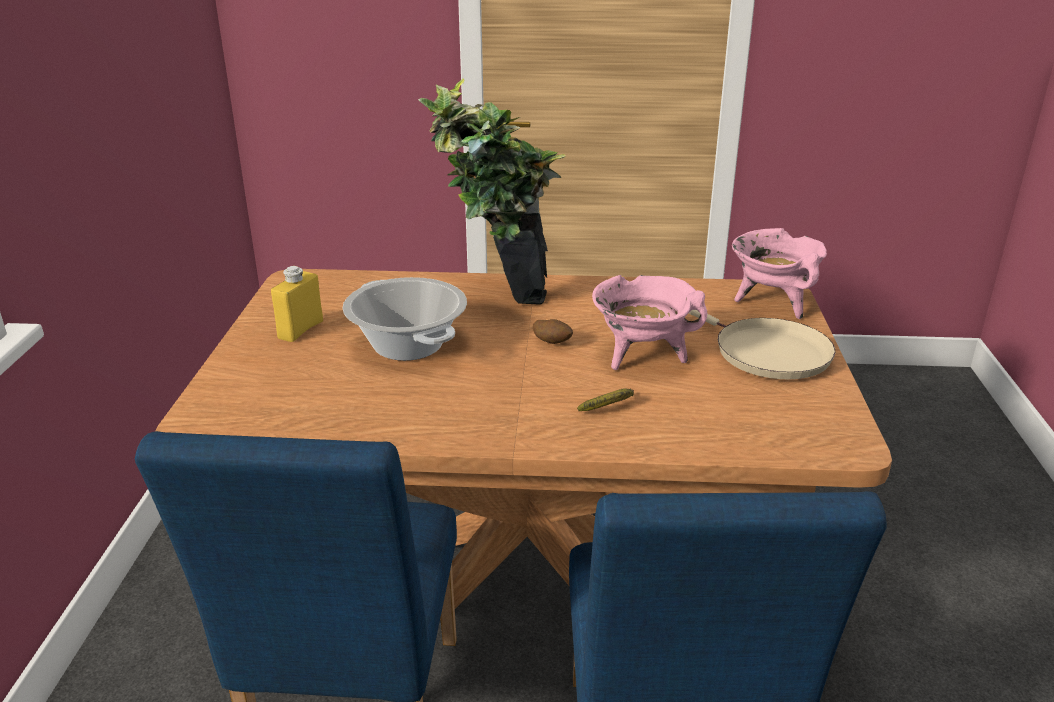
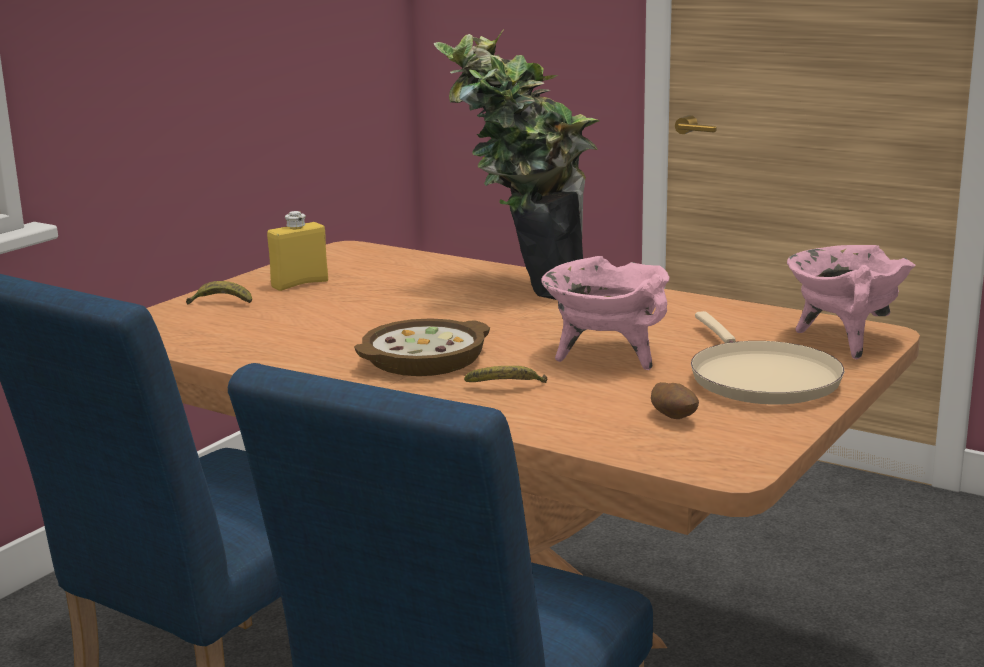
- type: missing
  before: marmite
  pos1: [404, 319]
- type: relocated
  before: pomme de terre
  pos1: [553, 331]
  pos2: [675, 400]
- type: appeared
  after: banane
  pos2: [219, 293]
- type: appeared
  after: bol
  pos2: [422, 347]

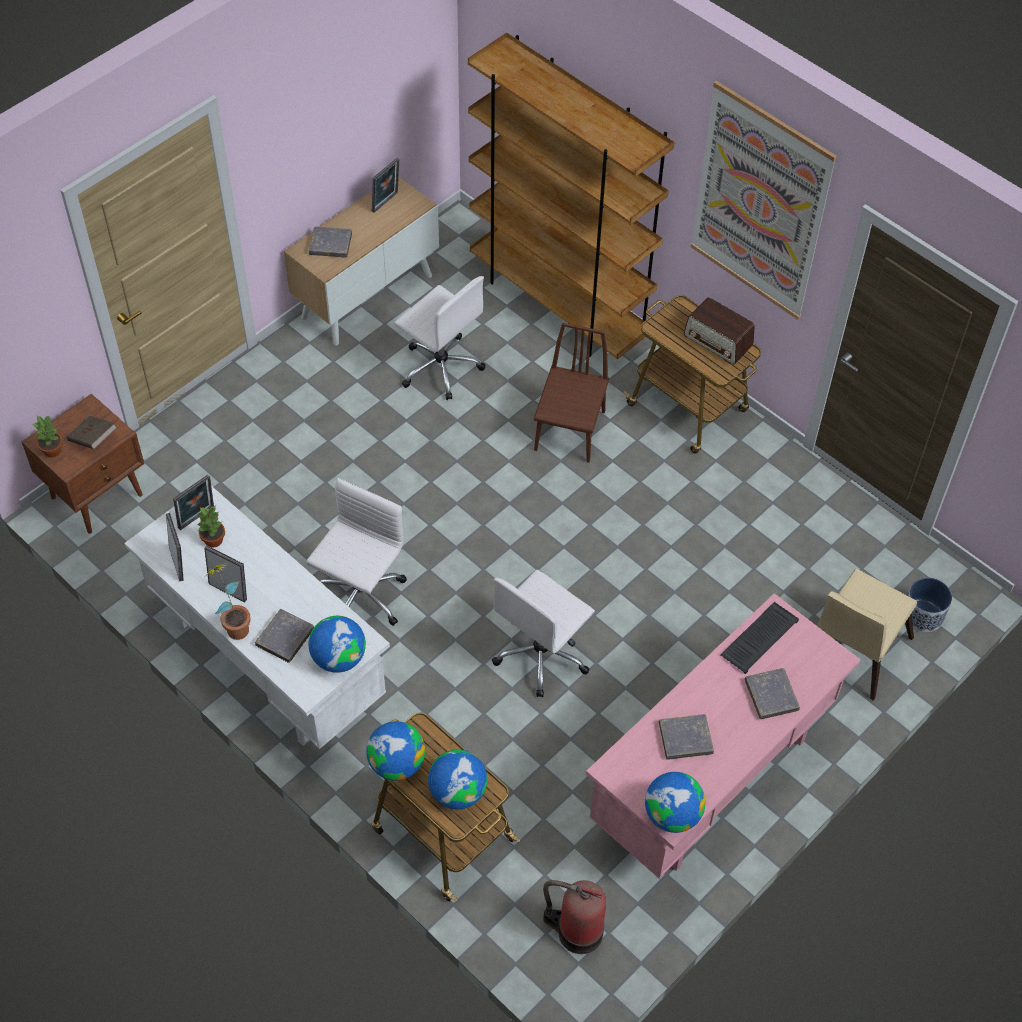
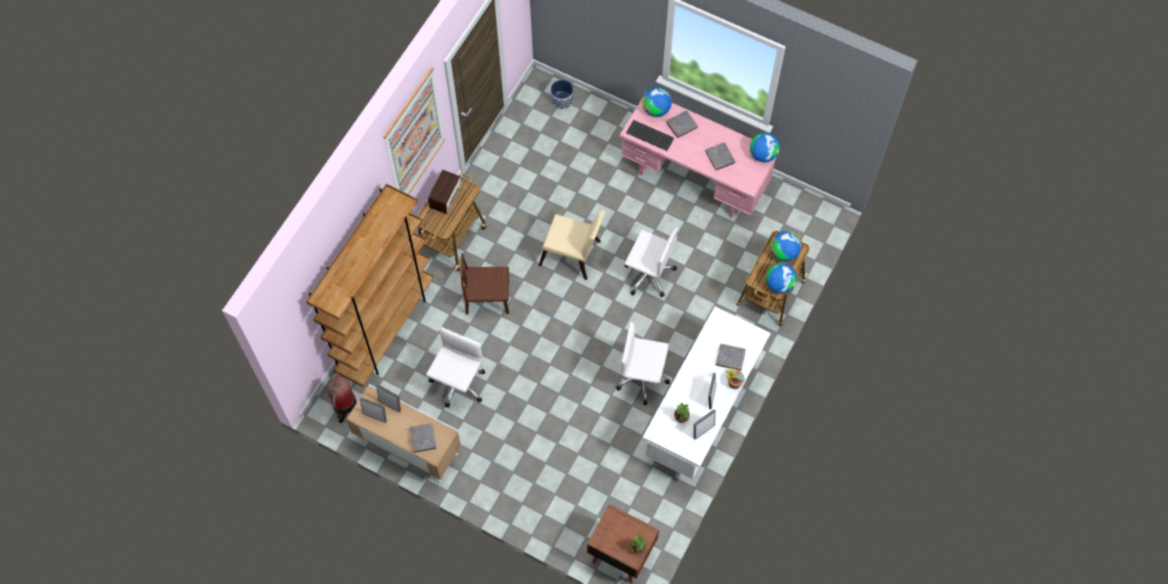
- type: missing
  before: livre/marron
  pos1: [91, 432]
- type: relocated
  before: cadre photo
  pos1: [193, 502]
  pos2: [388, 398]
- type: relocated
  before: globe
  pos1: [337, 644]
  pos2: [657, 102]
- type: relocated
  before: extincteur
  pos1: [574, 917]
  pos2: [341, 397]
- type: relocated
  before: chaise/beige
  pos1: [867, 635]
  pos2: [572, 245]

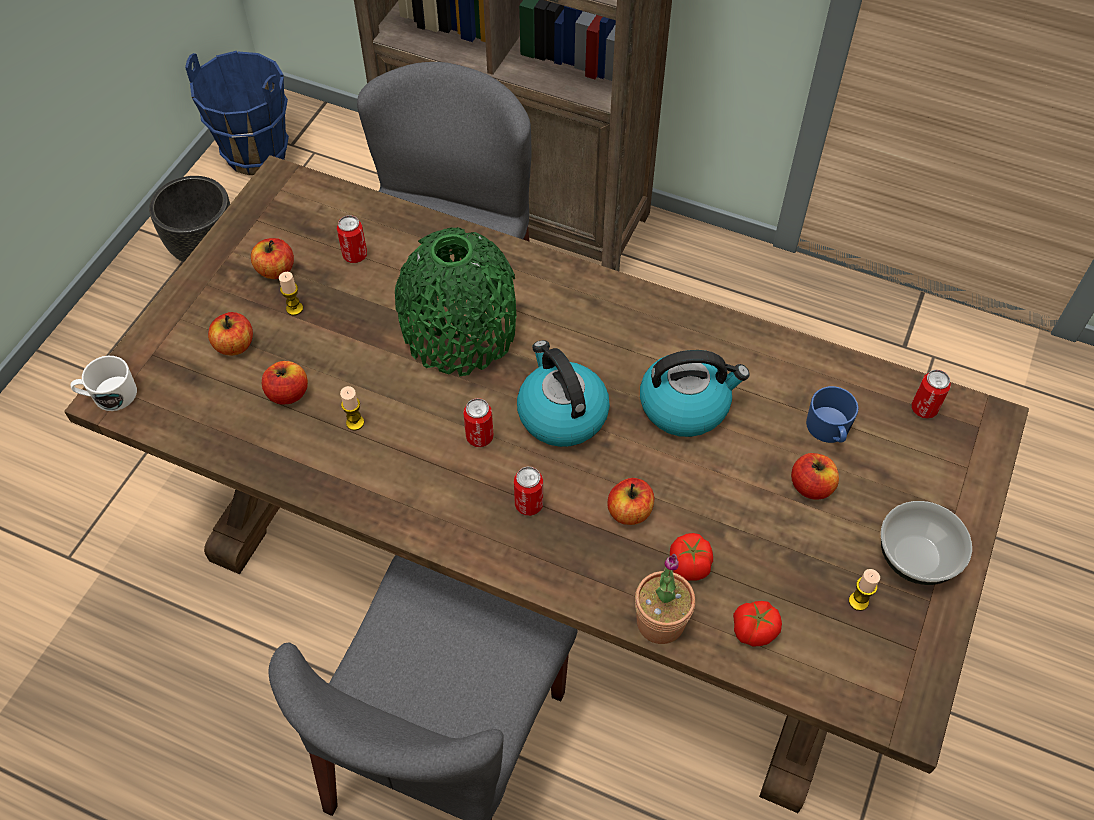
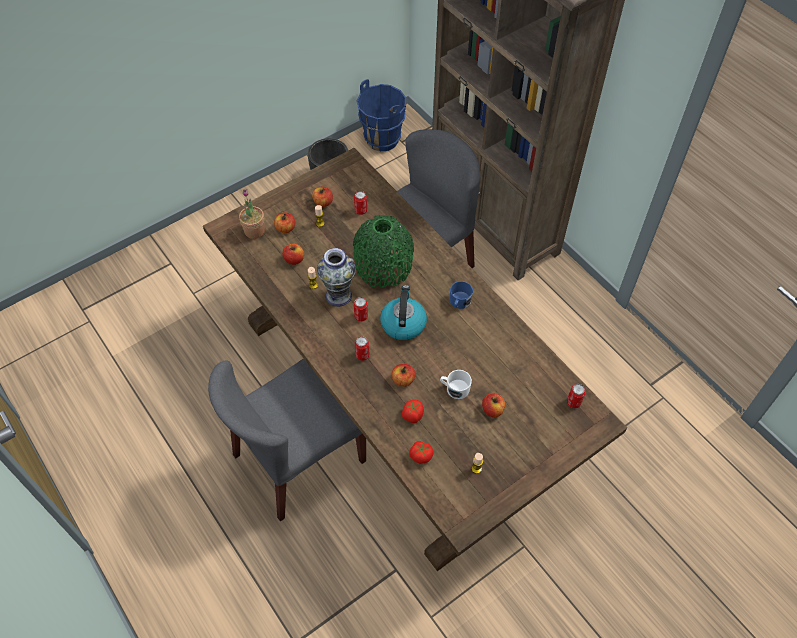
- type: relocated
  before: mug/blanc
  pos1: [103, 383]
  pos2: [456, 384]
- type: relocated
  before: plante en pot
  pos1: [665, 599]
  pos2: [252, 214]
- type: missing
  before: bouilloire
  pos1: [695, 393]
- type: relocated
  before: mug/bleu
  pos1: [832, 414]
  pos2: [461, 295]
- type: missing
  before: bol
  pos1: [926, 543]
- type: appeared
  after: vase
  pos2: [336, 277]

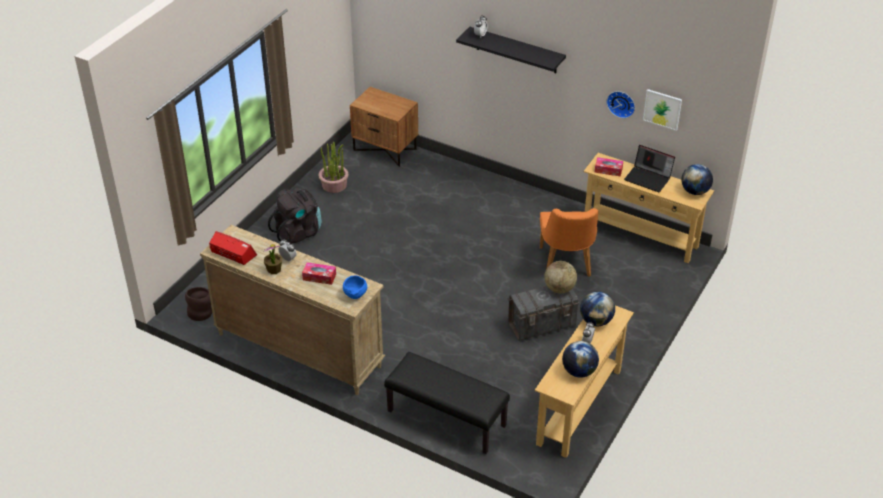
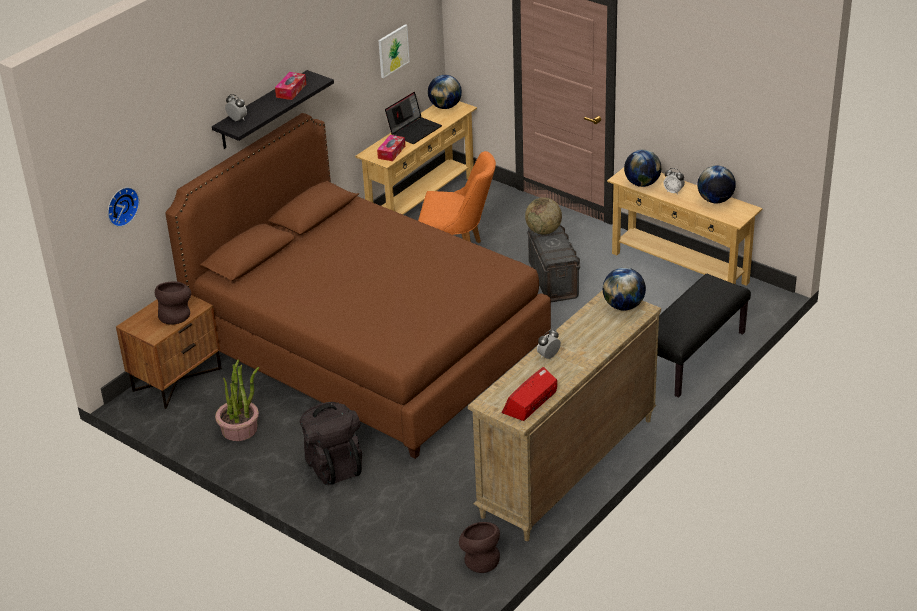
- type: missing
  before: plante en pot
  pos1: [273, 259]
- type: relocated
  before: boîte à mouchoirs
  pos1: [319, 273]
  pos2: [290, 86]
- type: exchanged
  before: bol/bleu
  after: globe
  pos1: [355, 287]
  pos2: [624, 288]
- type: relocated
  before: horloge murale
  pos1: [621, 104]
  pos2: [123, 207]
- type: appeared
  after: vase/marron
  pos2: [173, 303]
- type: appeared
  after: lit/marron
  pos2: [358, 286]

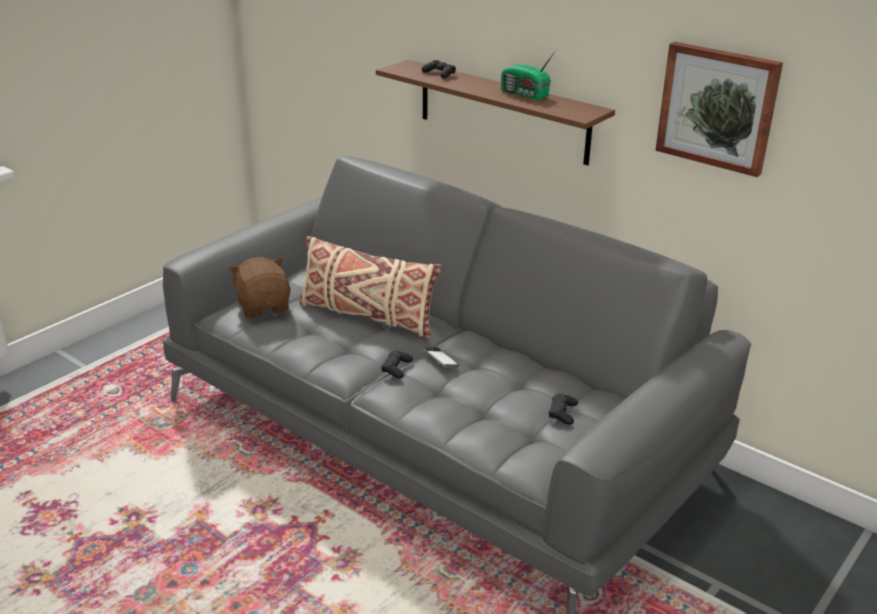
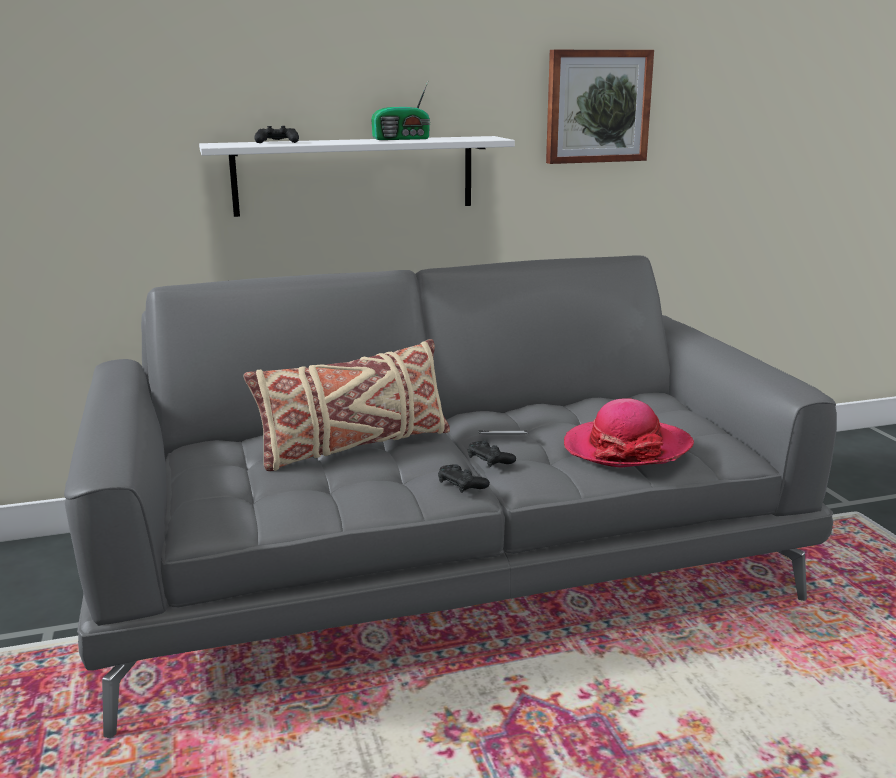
- type: missing
  before: peluche/marron
  pos1: [259, 287]
- type: colour
  before: étagère/marron
  after: étagère/blanc
  pos1: [495, 112]
  pos2: [357, 176]
- type: relocated
  before: manette/noir
  pos1: [563, 409]
  pos2: [464, 478]
- type: appeared
  after: chapeau
  pos2: [629, 433]

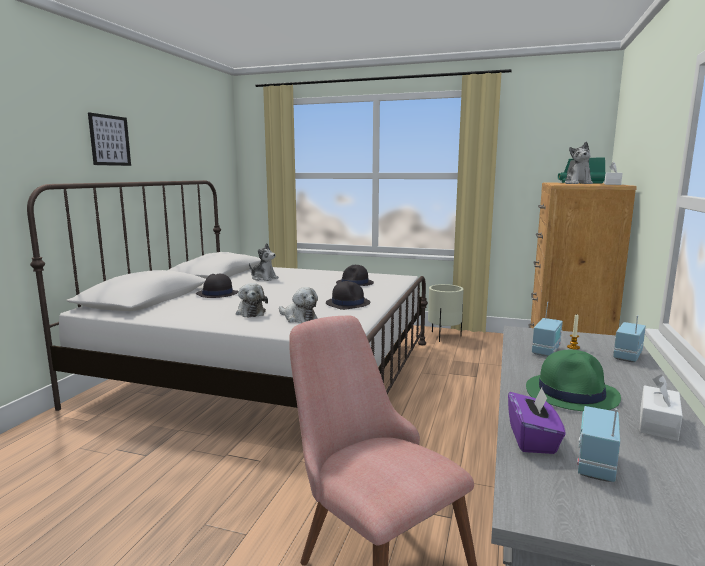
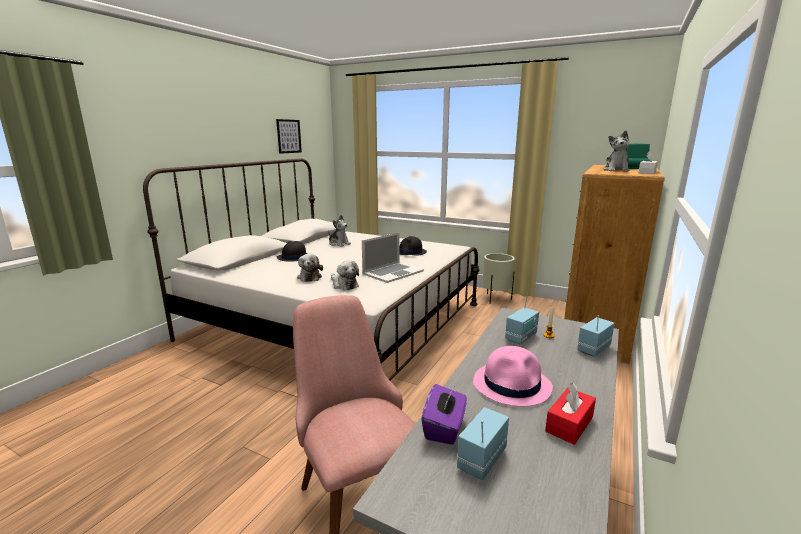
- type: relocated
  before: tableau
  pos1: [109, 139]
  pos2: [289, 136]
- type: exchanged
  before: chapeau/noir
  after: ordinateur portable
  pos1: [348, 295]
  pos2: [393, 257]
- type: colour
  before: chapeau/vert
  after: chapeau/rose
  pos1: [573, 380]
  pos2: [513, 376]
- type: colour
  before: boîte à mouchoirs/blanc
  after: boîte à mouchoirs/rouge
  pos1: [660, 407]
  pos2: [570, 414]

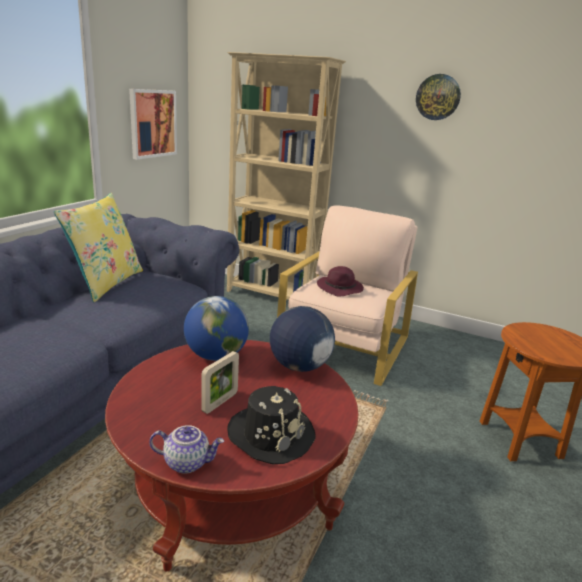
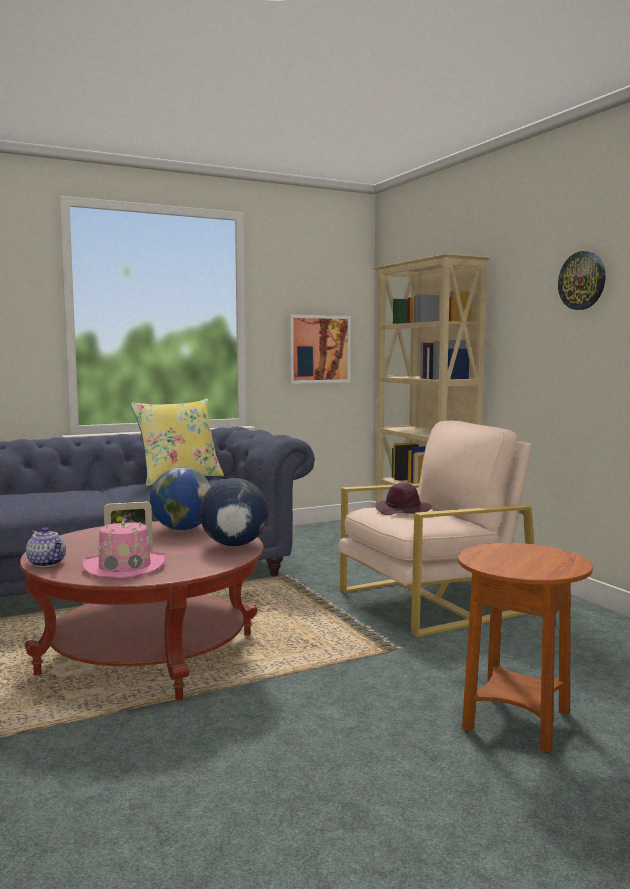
- type: colour
  before: chapeau/noir
  after: chapeau/rose
  pos1: [271, 425]
  pos2: [123, 549]

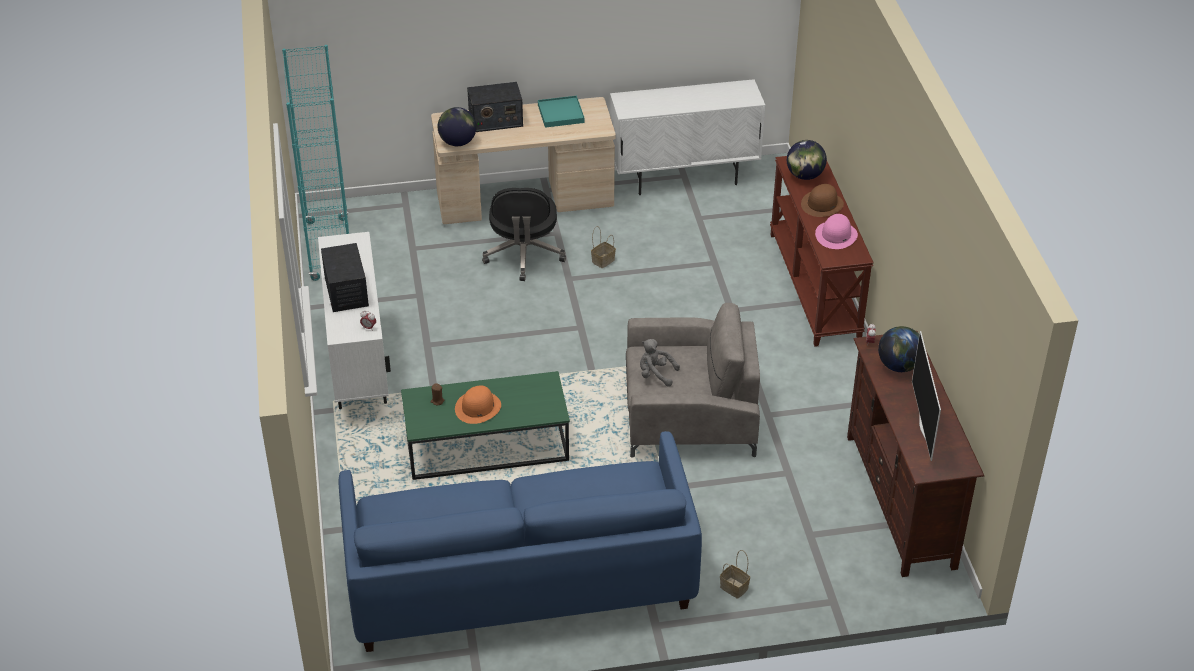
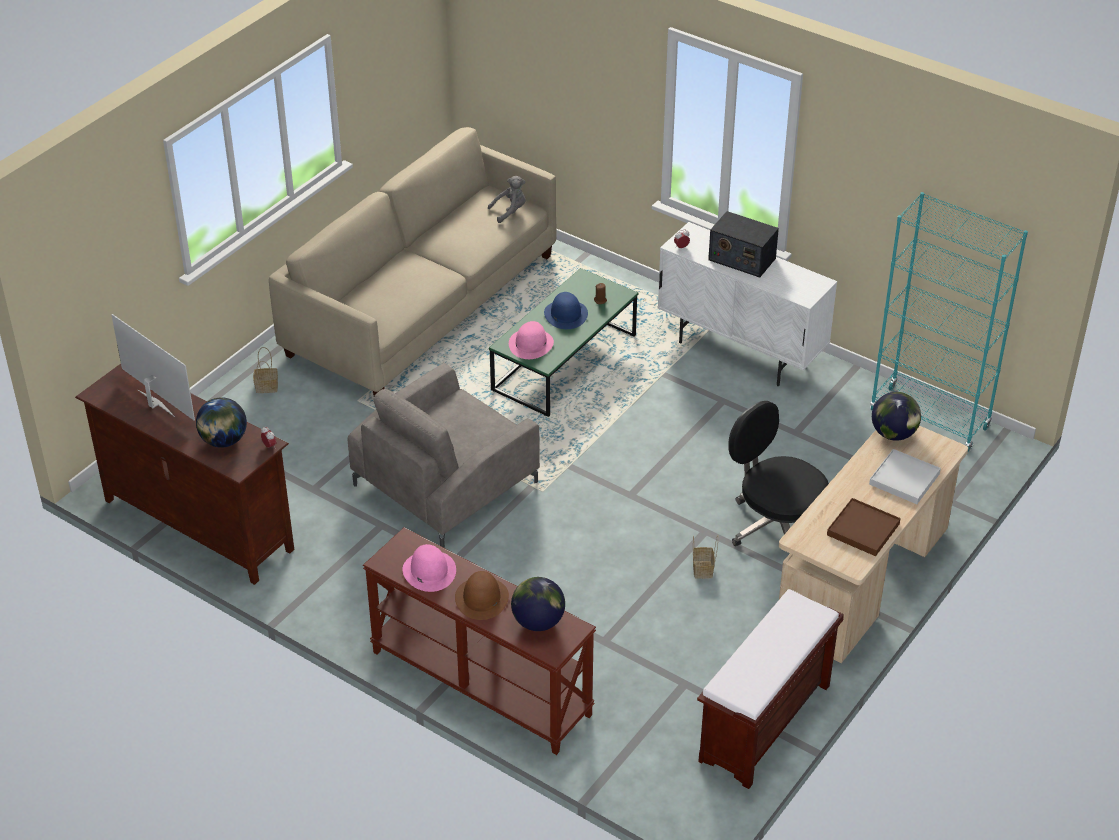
- type: colour
  before: canapé/bleu
  after: canapé/beige
  pos1: [520, 541]
  pos2: [413, 261]
- type: colour
  before: chapeau/orange
  after: chapeau/bleu
  pos1: [478, 404]
  pos2: [566, 310]
- type: exchanged
  before: radio
  after: plateau/blanc
  pos1: [495, 107]
  pos2: [905, 476]
- type: colour
  before: plateau/turquoise
  after: plateau/marron
  pos1: [561, 112]
  pos2: [864, 527]
- type: exchanged
  before: meuble de rangement/blanc
  after: banc/marron
  pos1: [687, 137]
  pos2: [770, 689]
- type: relocated
  before: peluche/gris
  pos1: [660, 363]
  pos2: [507, 199]
- type: appeared
  after: chapeau/rose
  pos2: [531, 340]

